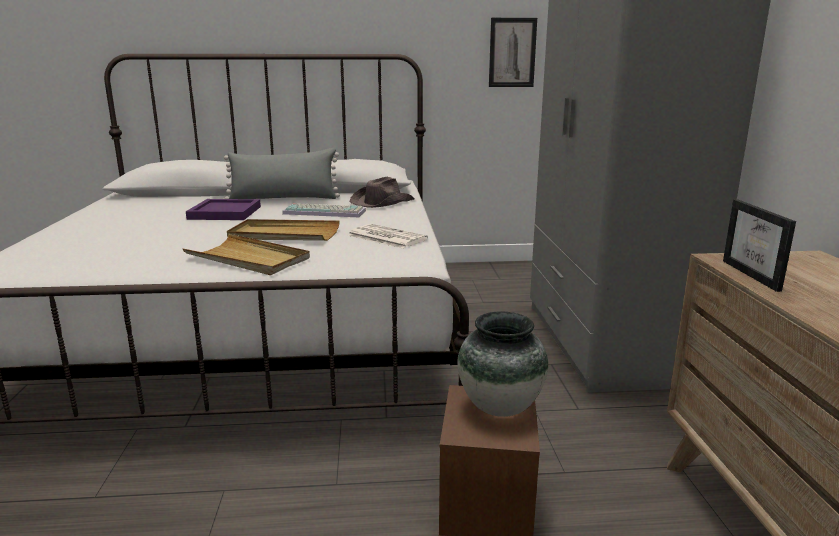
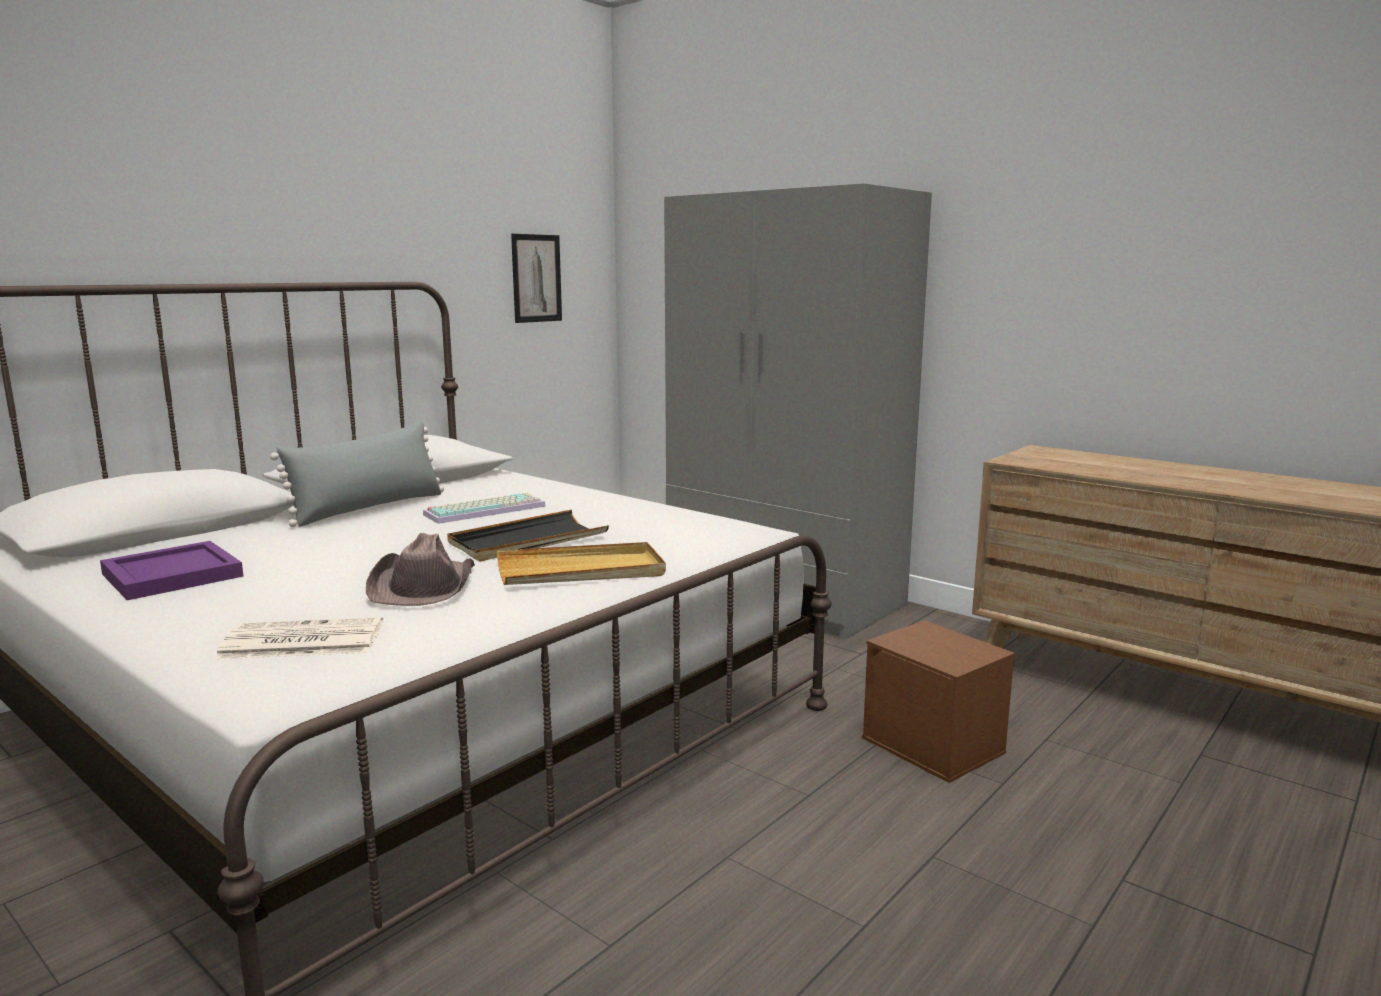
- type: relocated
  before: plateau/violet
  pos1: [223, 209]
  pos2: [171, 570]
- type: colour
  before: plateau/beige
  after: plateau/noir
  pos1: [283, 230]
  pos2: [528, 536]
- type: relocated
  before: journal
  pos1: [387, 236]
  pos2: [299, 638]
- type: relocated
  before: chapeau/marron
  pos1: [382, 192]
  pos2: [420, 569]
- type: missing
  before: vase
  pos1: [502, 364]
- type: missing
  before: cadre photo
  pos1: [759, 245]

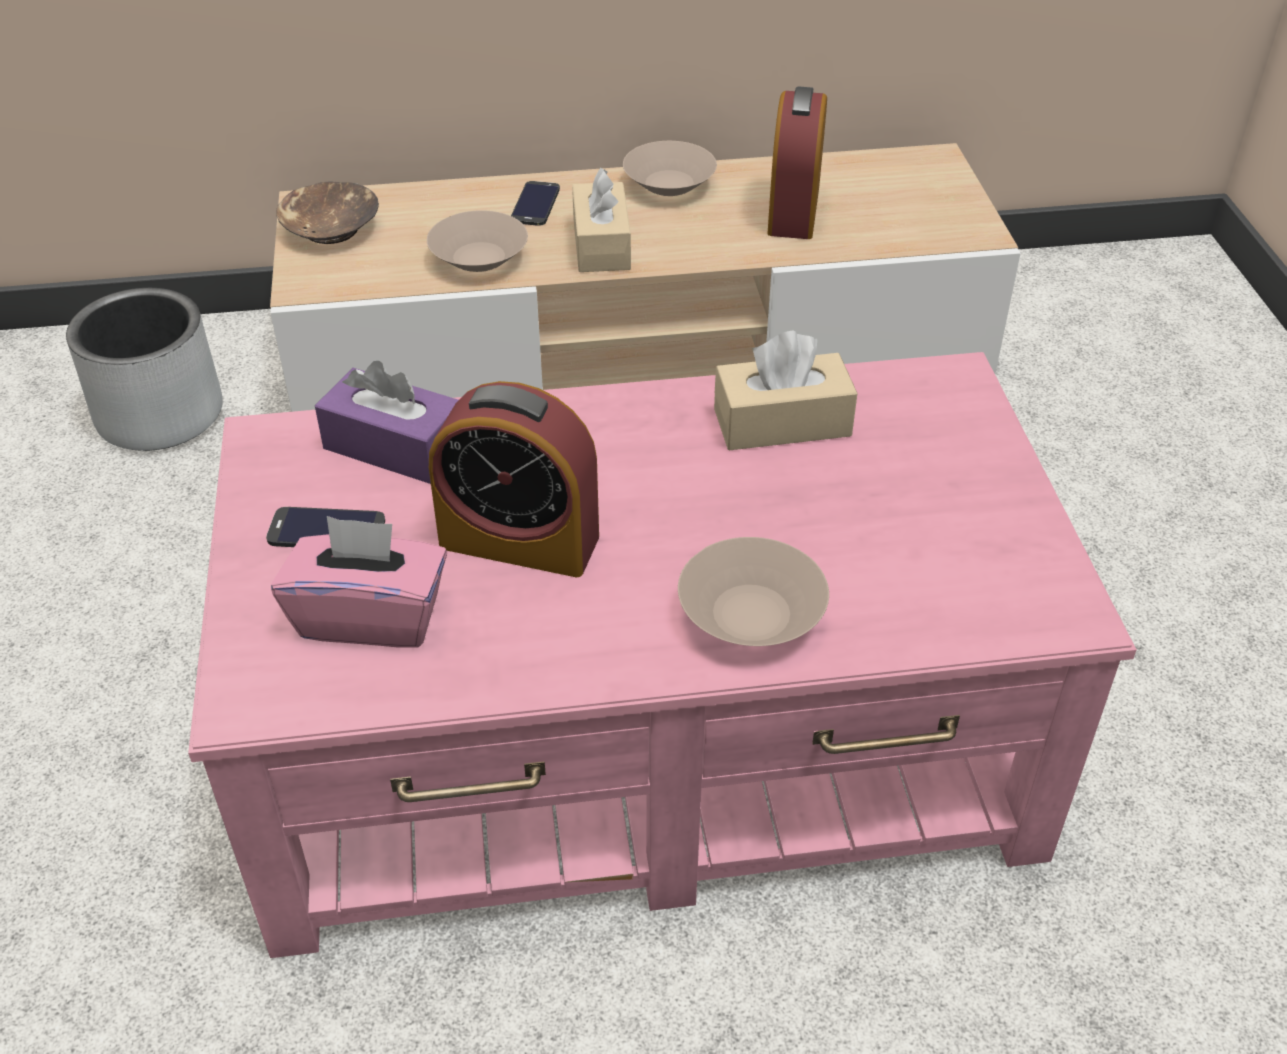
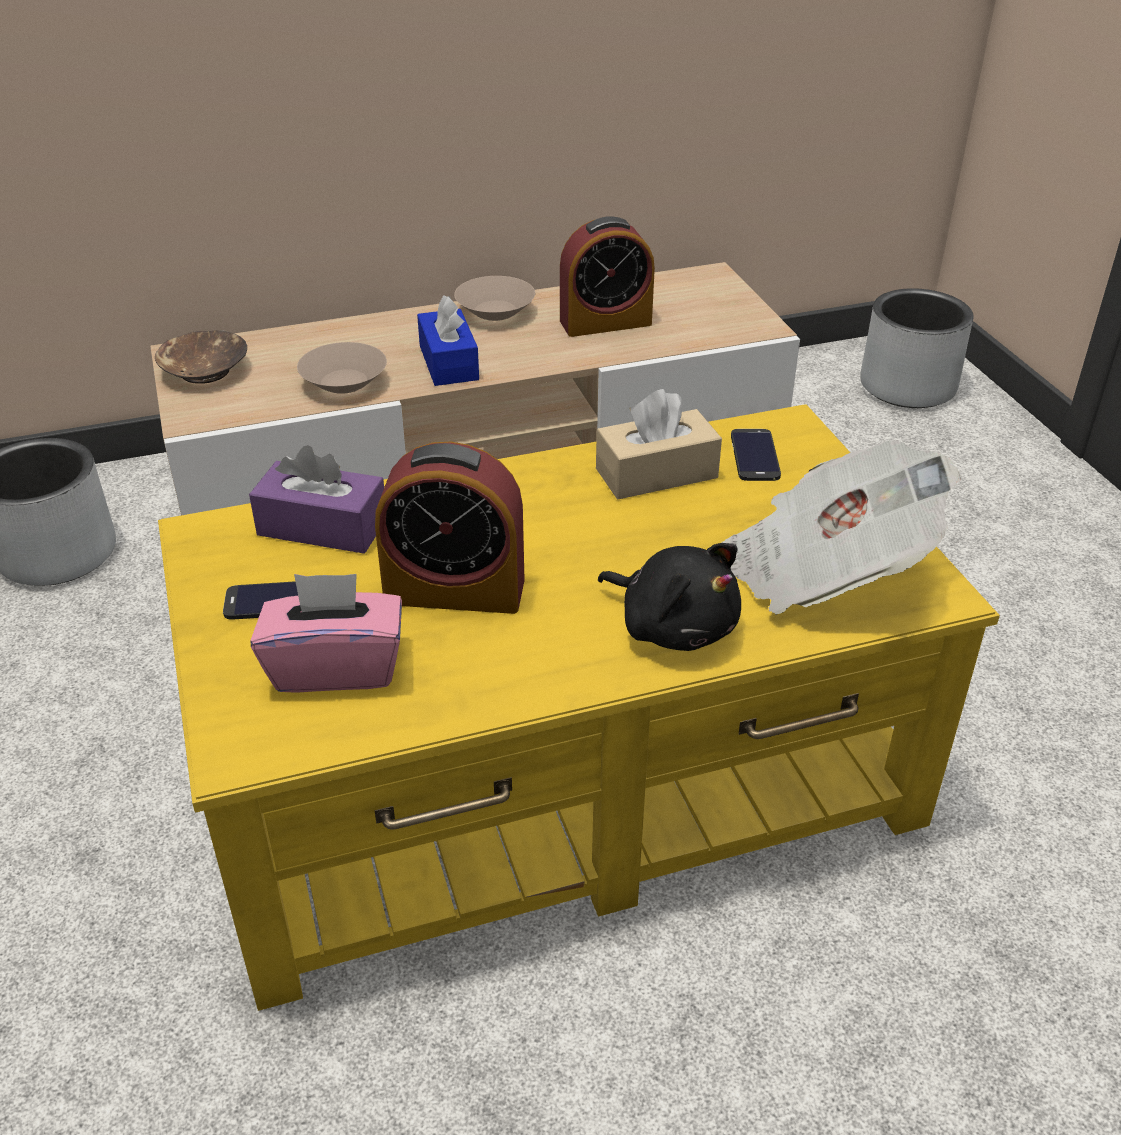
- type: colour
  before: table basse/rose
  after: table basse/jaune
  pos1: [662, 655]
  pos2: [579, 707]
- type: relocated
  before: téléphone
  pos1: [535, 203]
  pos2: [756, 455]
- type: colour
  before: boîte à mouchoirs/beige
  after: boîte à mouchoirs/bleu
  pos1: [601, 220]
  pos2: [448, 340]
- type: exchanged
  before: bol/beige
  after: peluche/noir
  pos1: [753, 591]
  pos2: [669, 597]
- type: spun
  before: réveil
  pos1: [797, 162]
  pos2: [607, 276]
  turn: -105
- type: appeared
  after: journal
  pos2: [841, 527]
- type: appeared
  after: cache-pot/gris
  pos2: [917, 348]

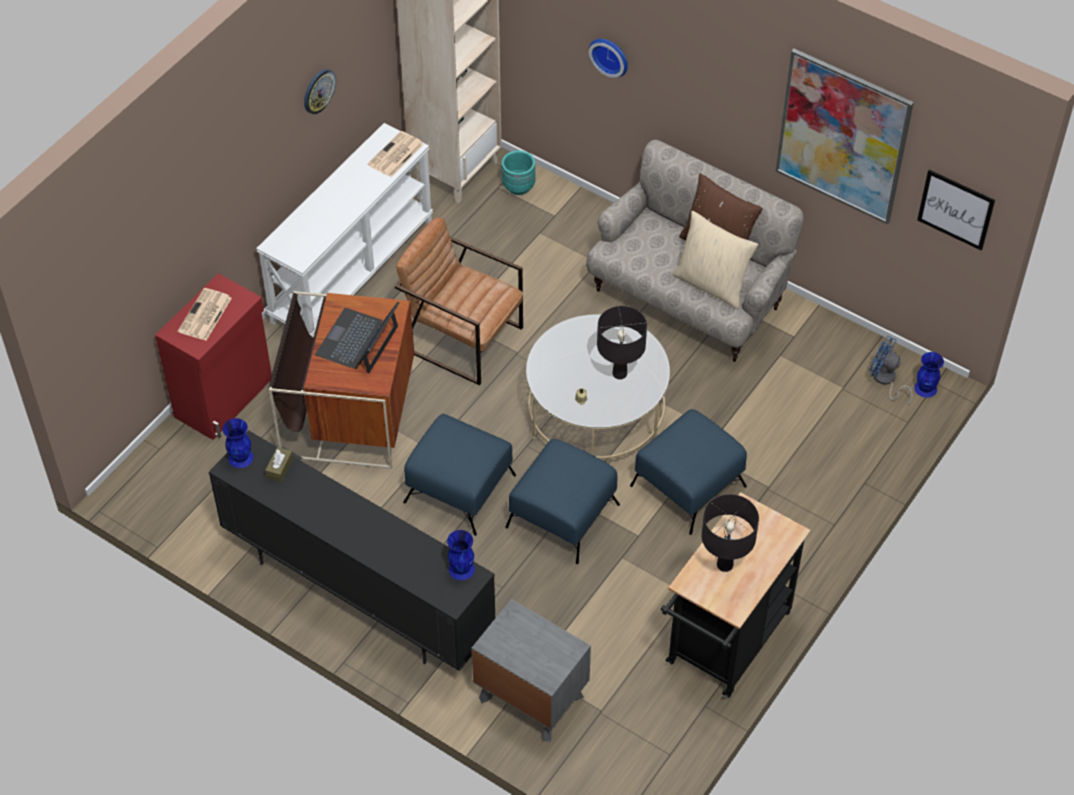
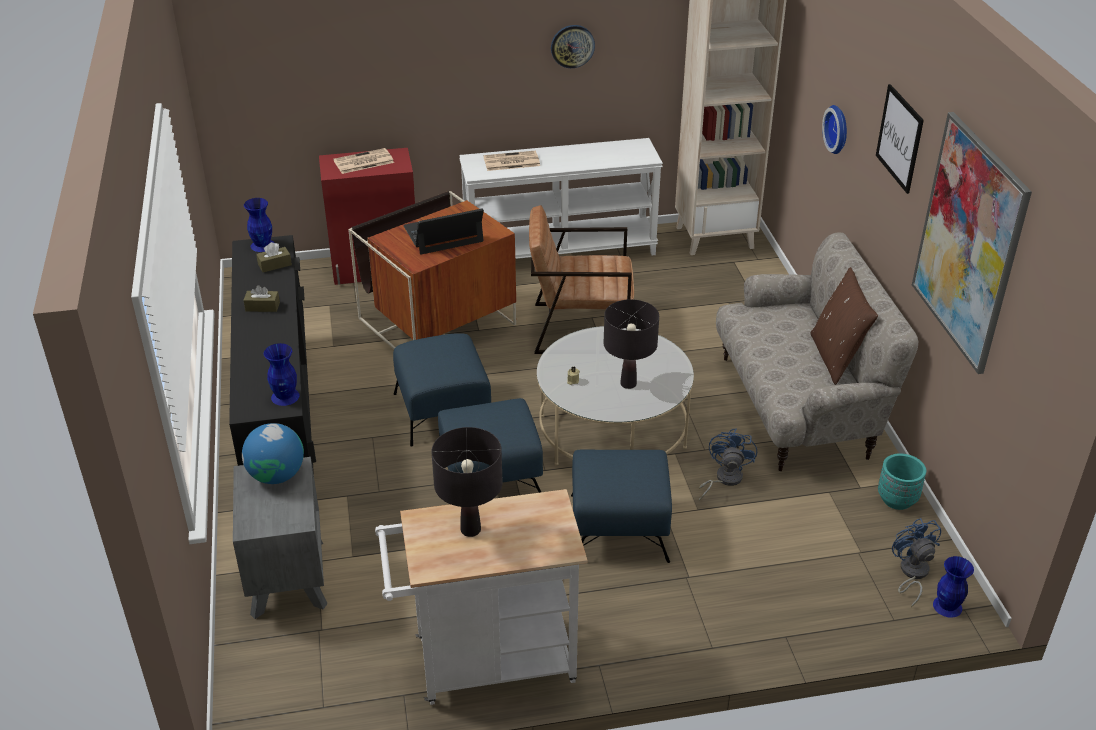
- type: relocated
  before: journal
  pos1: [396, 154]
  pos2: [511, 161]
- type: spun
  before: fauteuil/marron
  pos1: [459, 301]
  pos2: [581, 279]
  turn: -75
- type: relocated
  before: cache-pot/turquoise
  pos1: [518, 172]
  pos2: [902, 481]
- type: colour
  before: chariot/noir
  after: chariot/blanc
  pos1: [736, 595]
  pos2: [481, 597]
- type: missing
  before: coussin/beige
  pos1: [715, 260]
- type: relocated
  before: tableau
  pos1: [956, 210]
  pos2: [900, 139]
- type: appeared
  after: globe
  pos2: [273, 453]
- type: appeared
  after: boîte à mouchoirs/marron
  pos2: [261, 298]
- type: appeared
  after: ventilateur/bleu
  pos2: [728, 465]

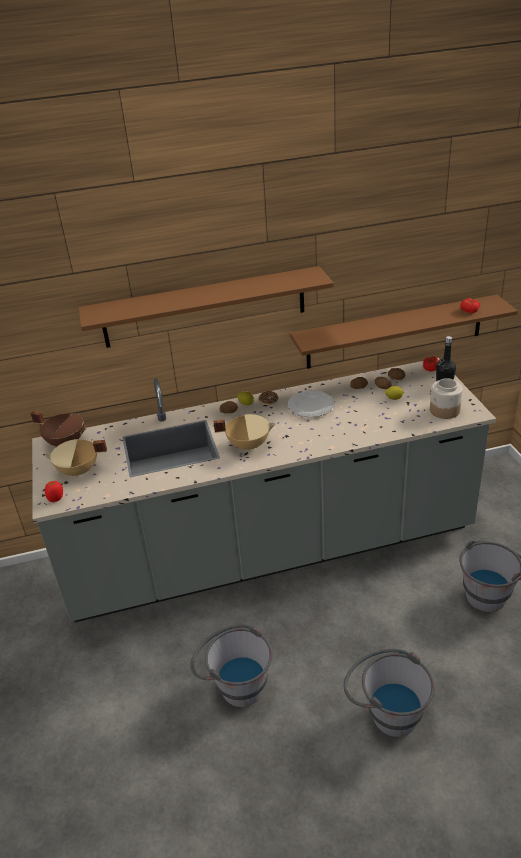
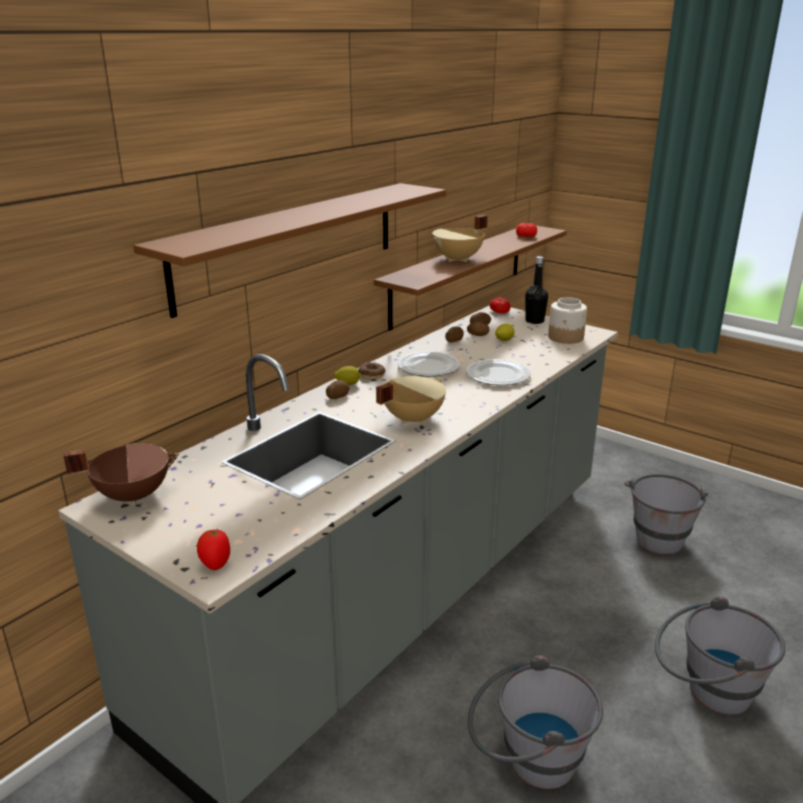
- type: relocated
  before: marmite/beige
  pos1: [75, 458]
  pos2: [460, 238]
- type: appeared
  after: assiette
  pos2: [498, 372]

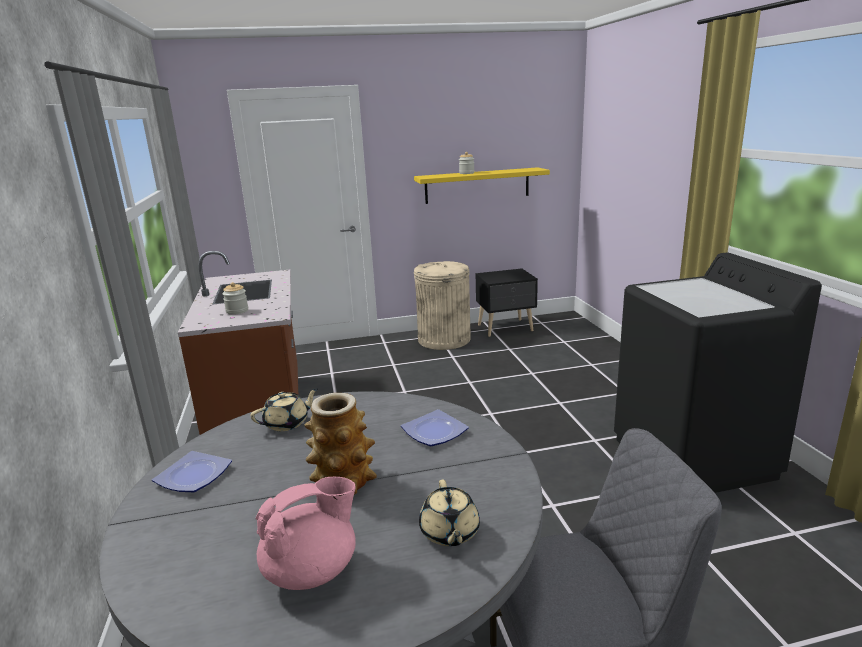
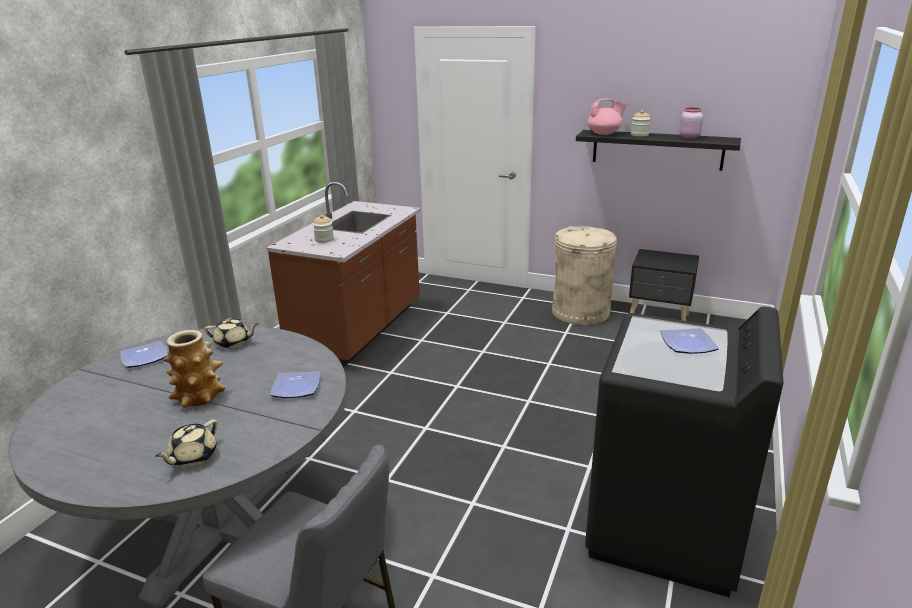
- type: relocated
  before: théière/rose
  pos1: [306, 533]
  pos2: [607, 116]
- type: colour
  before: étagère/jaune
  after: étagère/noir
  pos1: [482, 185]
  pos2: [658, 150]
- type: appeared
  after: assiette
  pos2: [689, 341]
- type: appeared
  after: bocal/rose
  pos2: [691, 123]

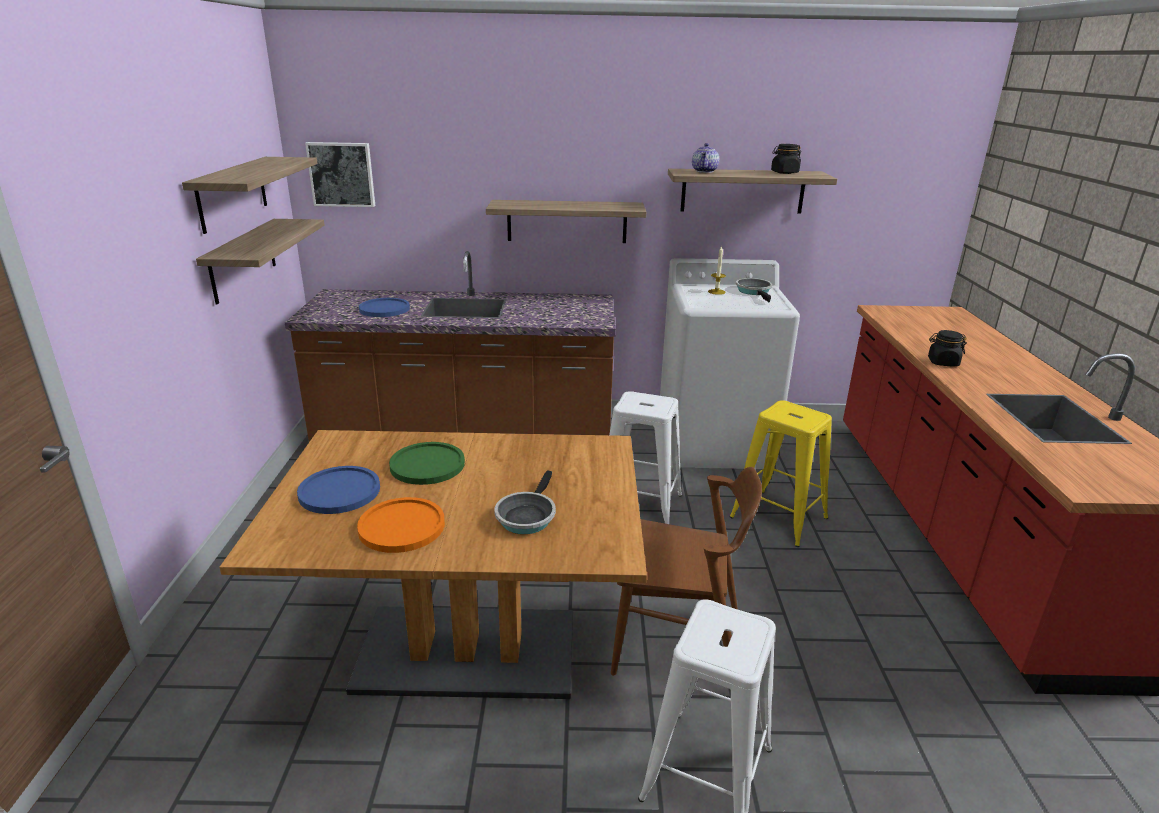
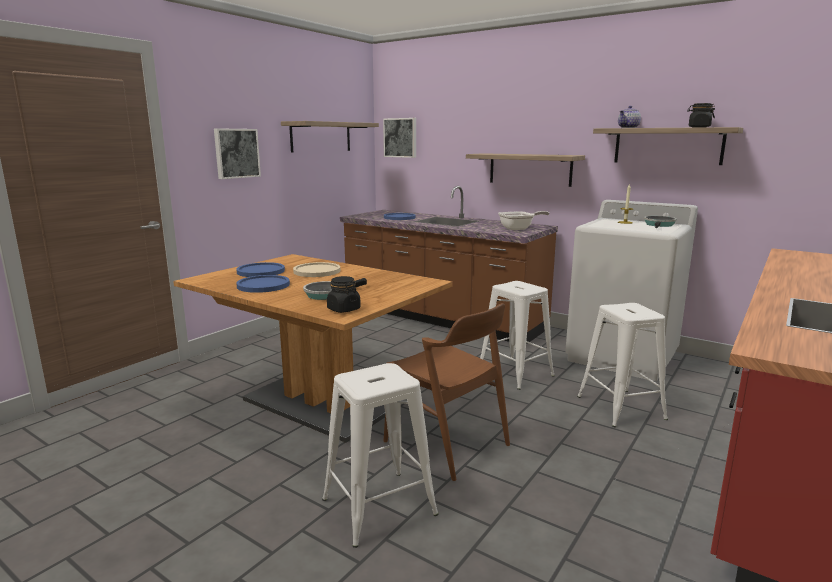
- type: missing
  before: étagère
  pos1: [260, 261]
- type: colour
  before: assiette/orange
  after: assiette/bleu
  pos1: [401, 525]
  pos2: [263, 284]
- type: colour
  before: assiette/vert
  after: assiette/beige
  pos1: [427, 463]
  pos2: [316, 269]
- type: colour
  before: tabouret/jaune
  after: tabouret/blanc
  pos1: [780, 473]
  pos2: [622, 365]
- type: relocated
  before: bocal/noir
  pos1: [947, 348]
  pos2: [344, 294]
- type: appeared
  after: tableau
  pos2: [237, 153]
- type: appeared
  after: poêle
  pos2: [523, 220]

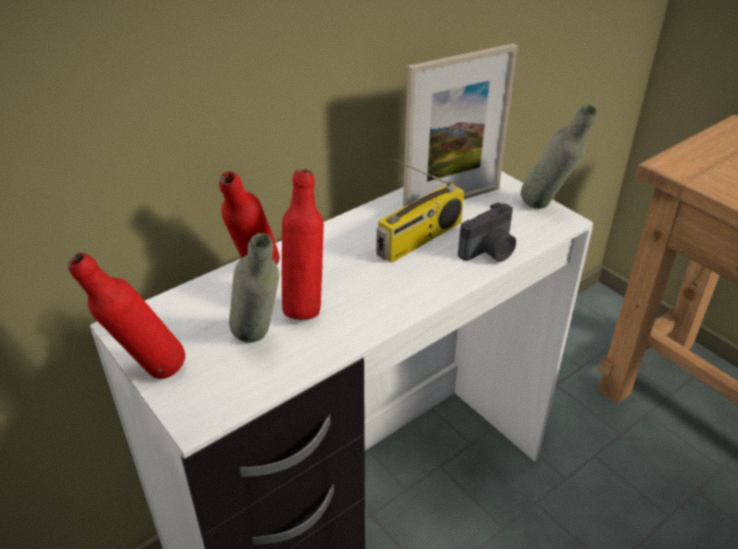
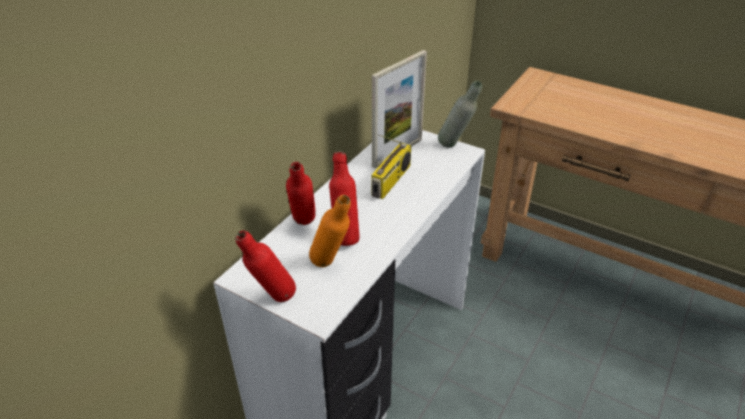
- type: colour
  before: bouteille/gris
  after: bouteille/orange
  pos1: [254, 288]
  pos2: [330, 231]
- type: missing
  before: appareil photo
  pos1: [487, 232]

